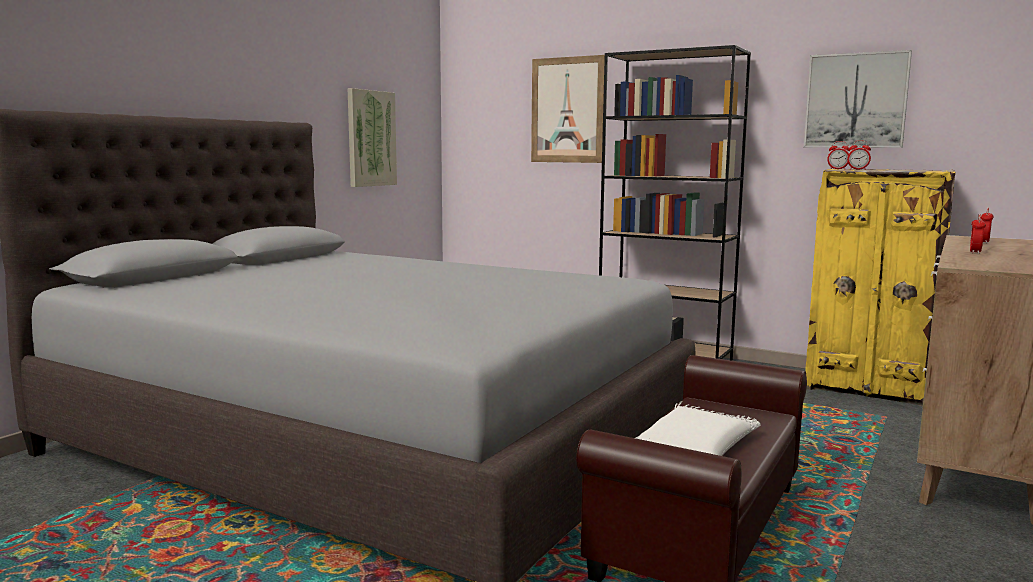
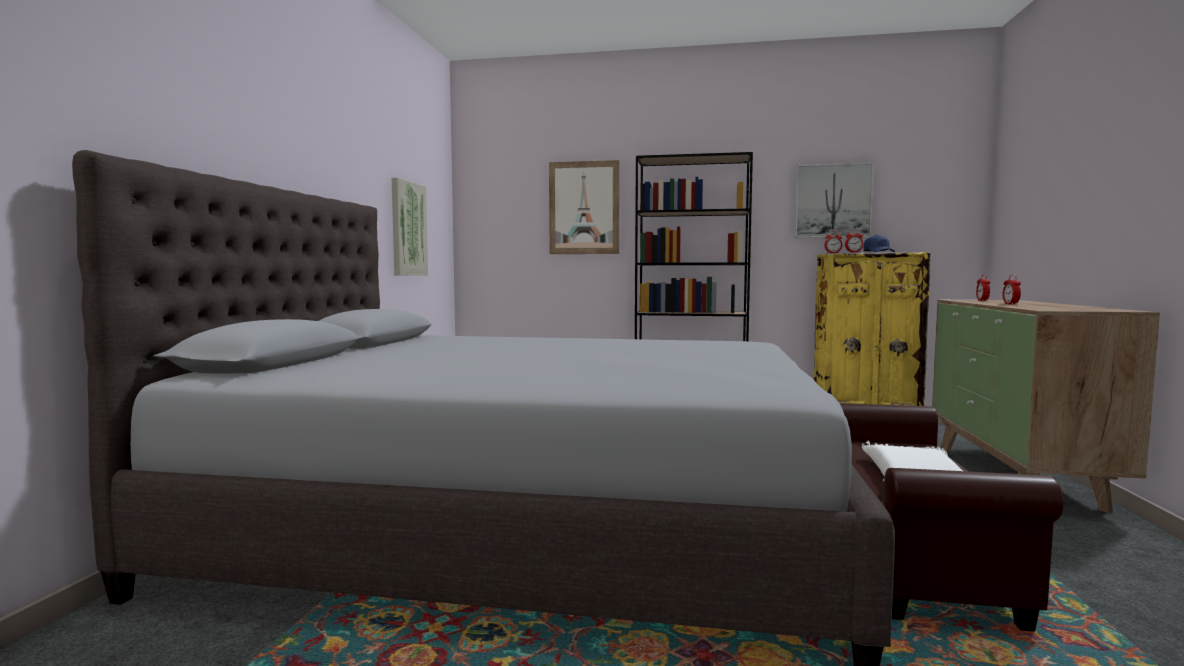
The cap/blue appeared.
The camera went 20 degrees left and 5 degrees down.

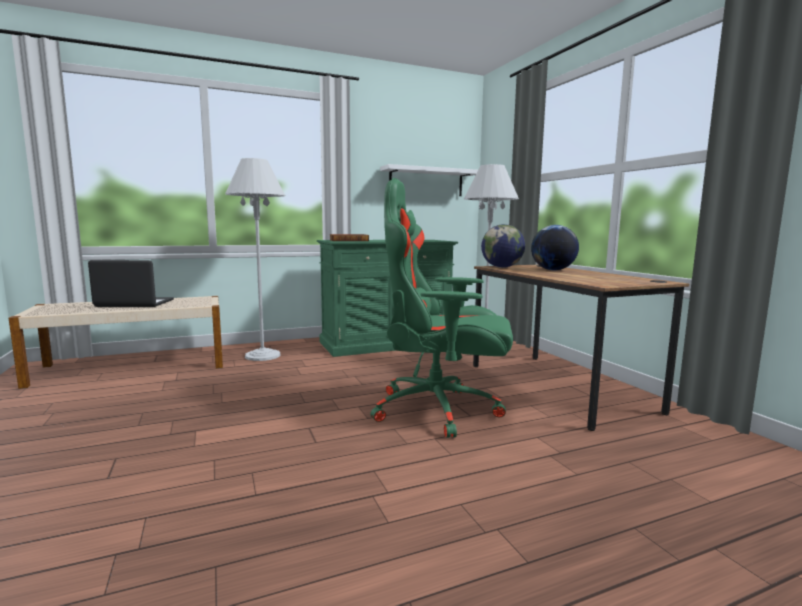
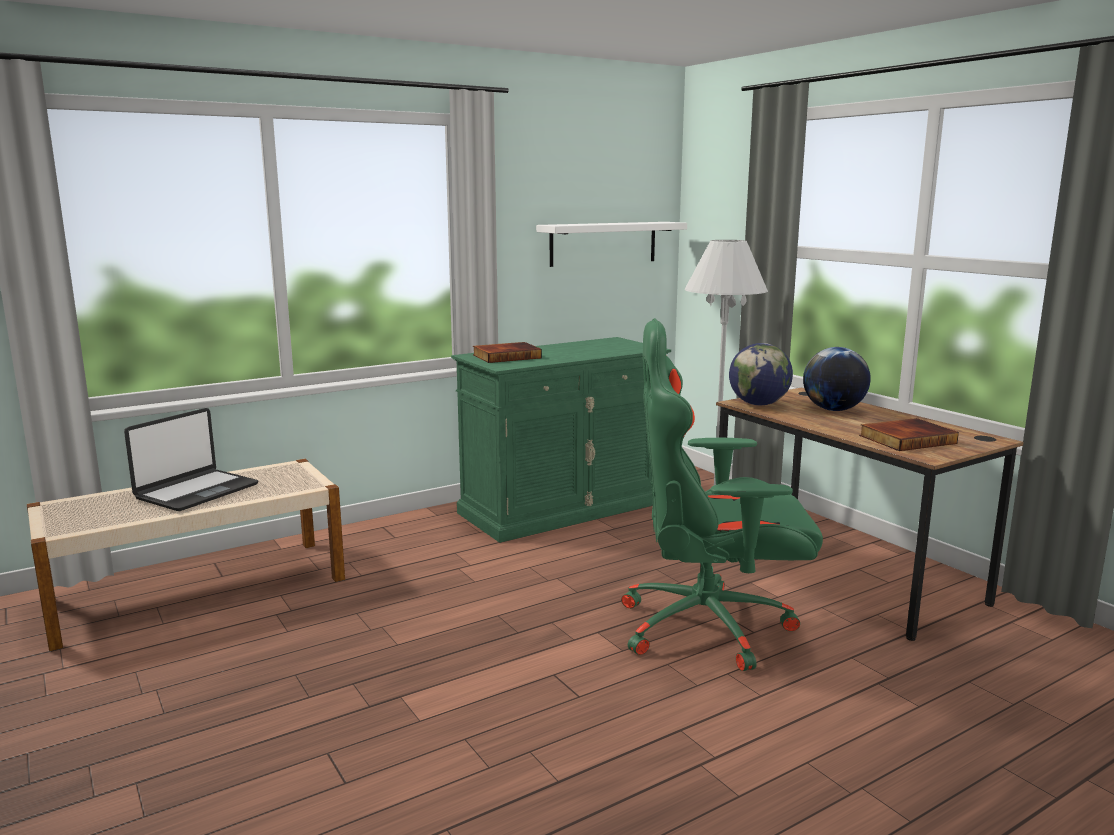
The laptop turned 135 degrees clockwise.
The floor lamp/white (1st from left) disappeared.
The book (2nd from left) appeared.
The camera went 10 degrees left and 5 degrees up.

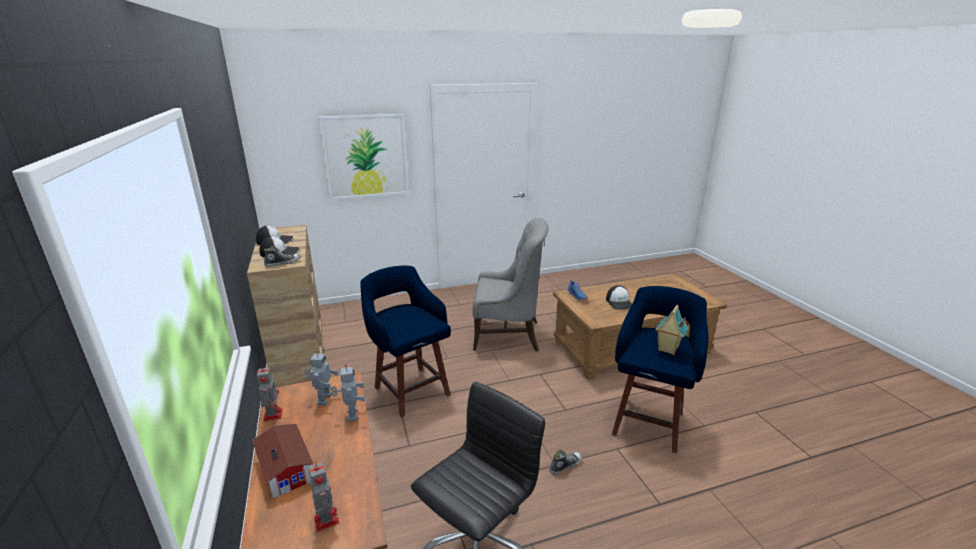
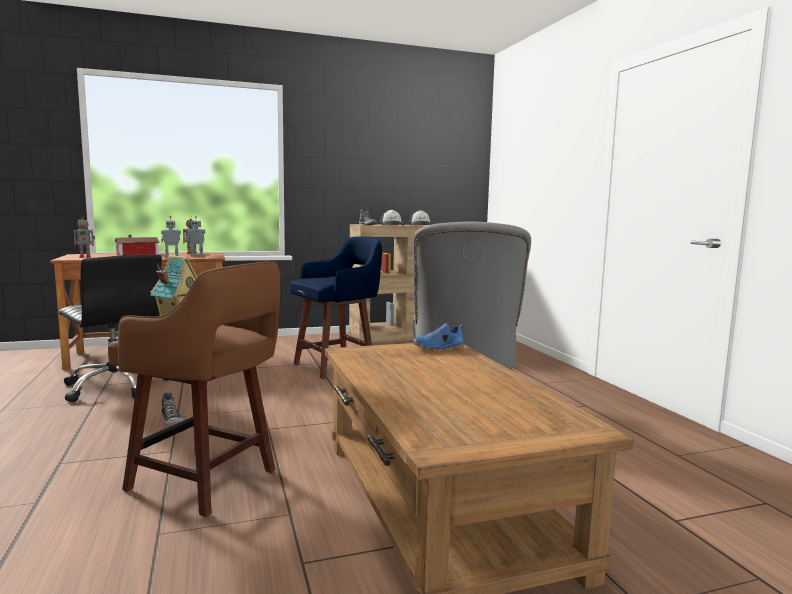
The picture disappeared.
The cap (3rd from left) disappeared.
The stool/blue (2nd from left) became the stool/brown.
The camera went 90 degrees right and 15 degrees down.

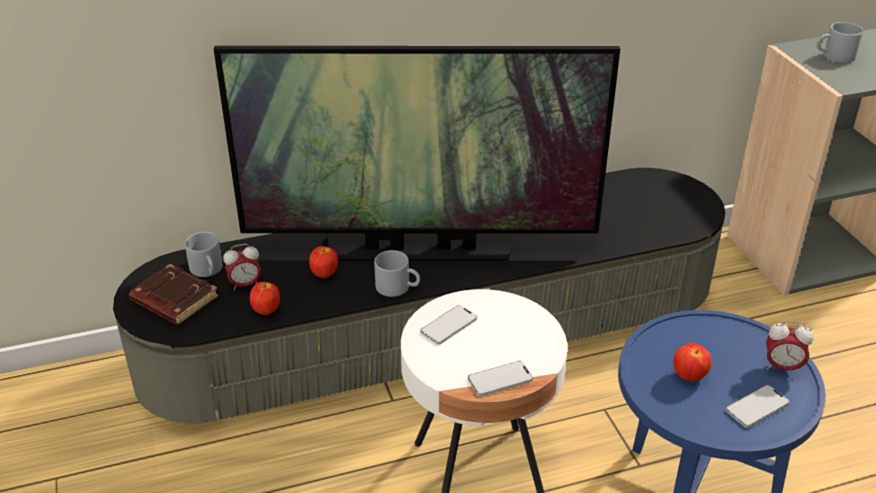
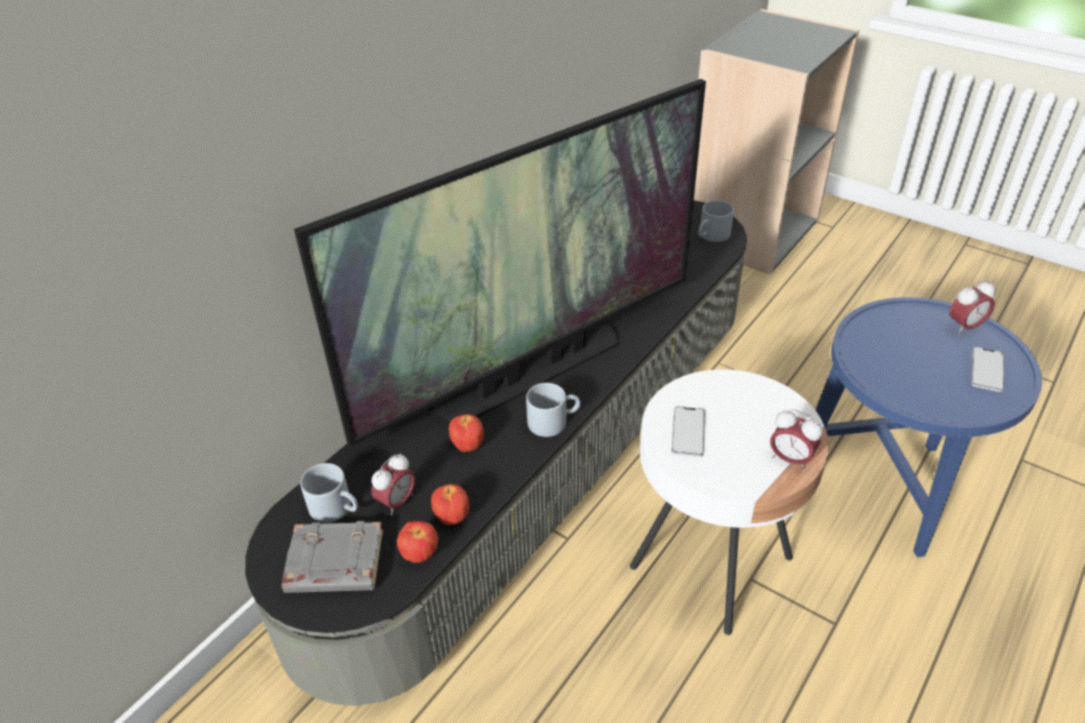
The book/brown became the book/grey.
The phone (2nd from left) was replaced by the alarm clock (2nd from left).
The apple (3rd from left in the first image) moved.
The mug/grey (3rd from left) moved.
The camera went 35 degrees left and 5 degrees up.

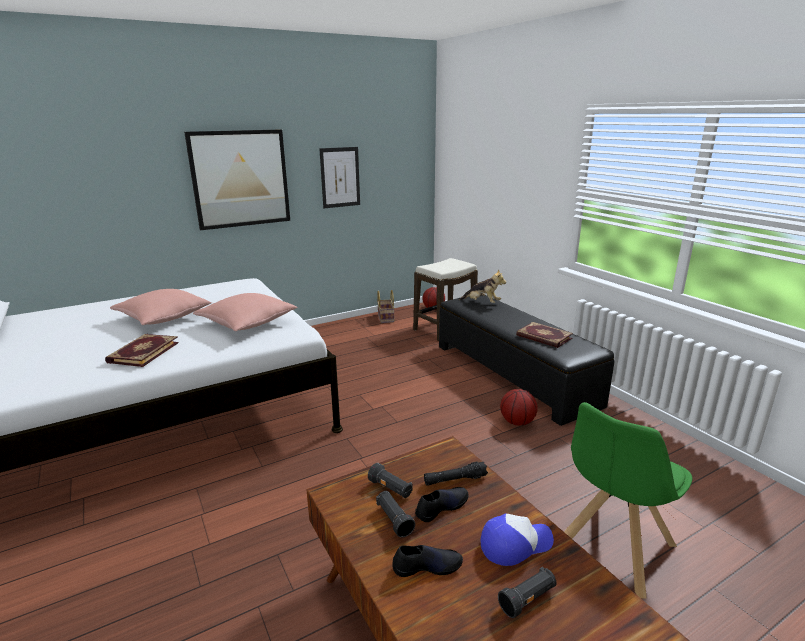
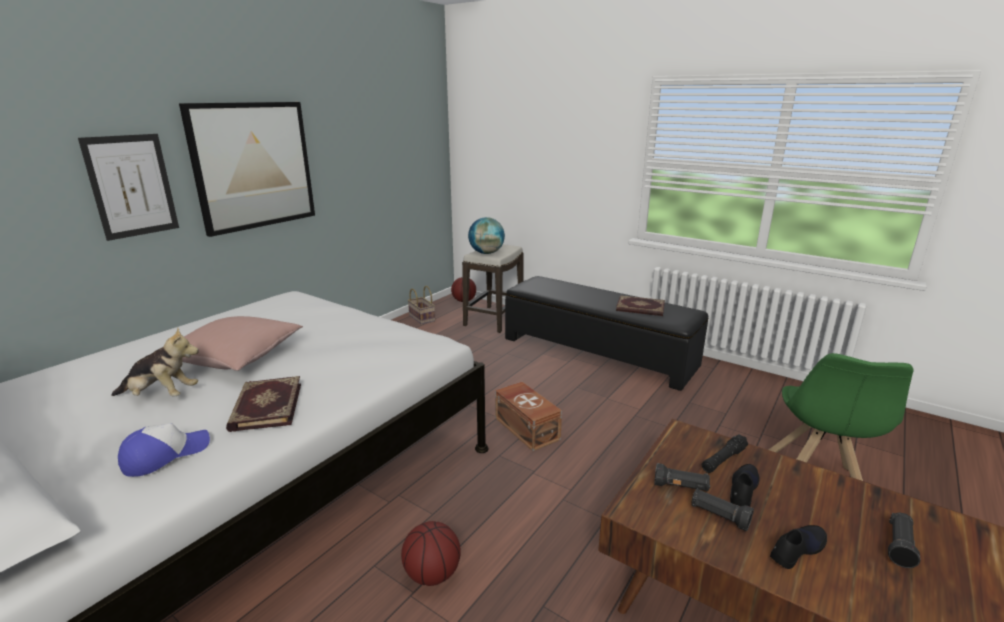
The pillow/pink (2nd from left) disappeared.
The picture (2nd from left in the first image) moved.
The plush toy moved.
The cap moved.
The basketball (2nd from left in the first image) moved.
The globe appeared.
The storage box/brown appeared.
The camera went 25 degrees left and 0 degrees up.

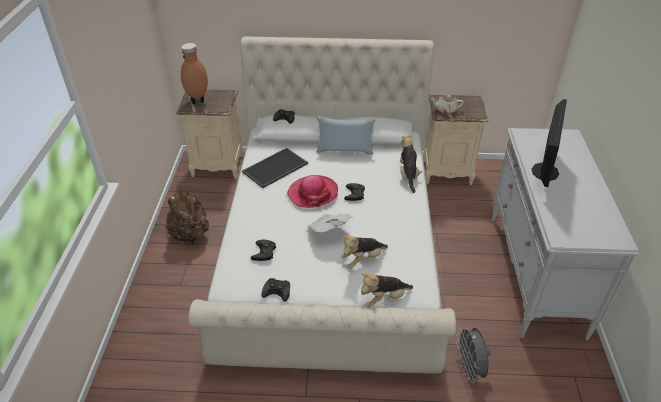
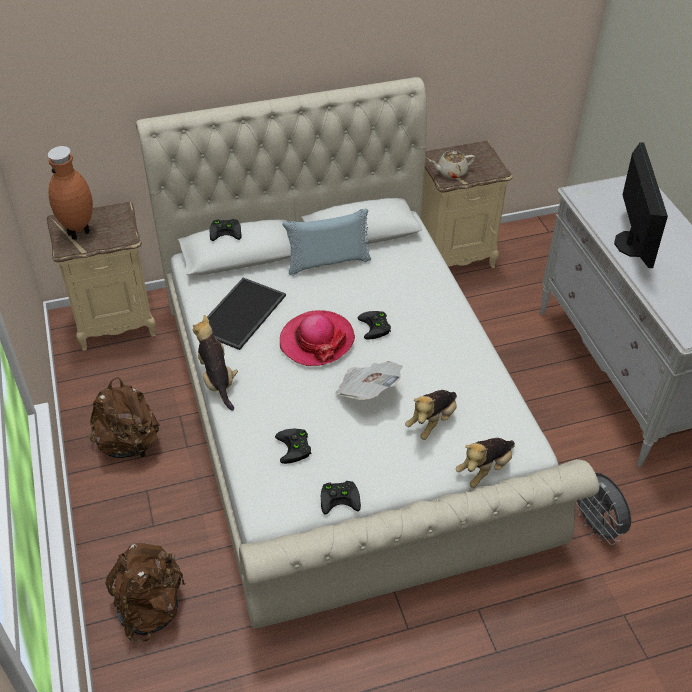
The plush toy (3rd from left in the first image) moved.
The backpack/brown (2nd from left) appeared.
The camera went 20 degrees left and 5 degrees up.

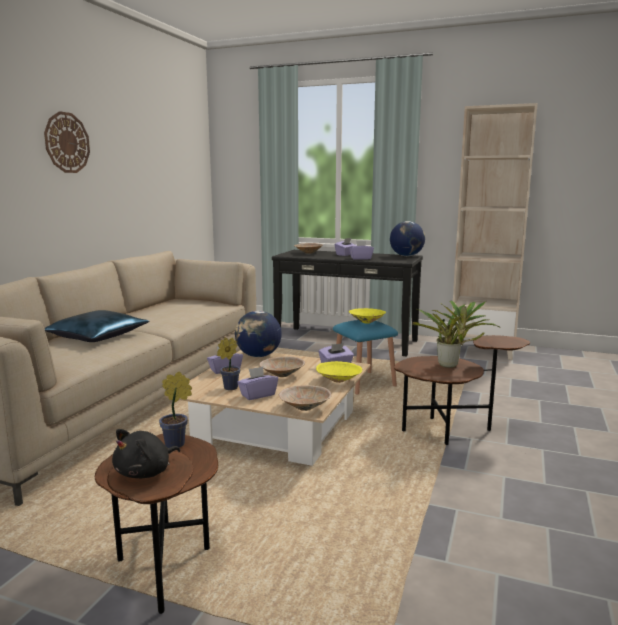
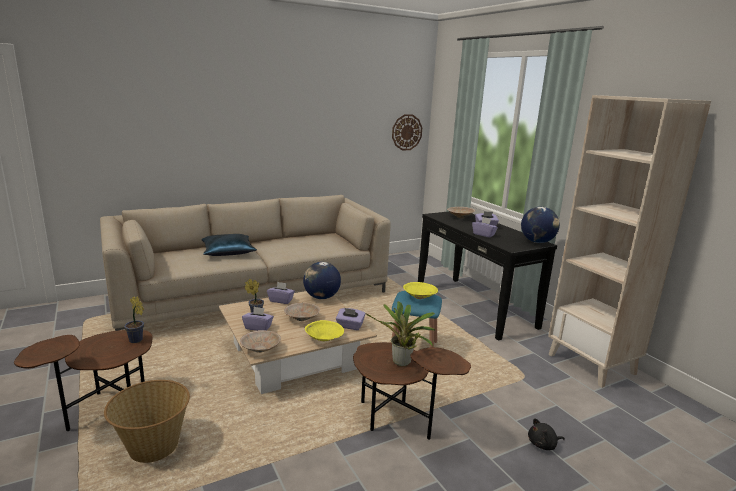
The wall clock moved.
The plush toy/black moved.
The basket appeared.
The camera went 40 degrees right and 5 degrees up.

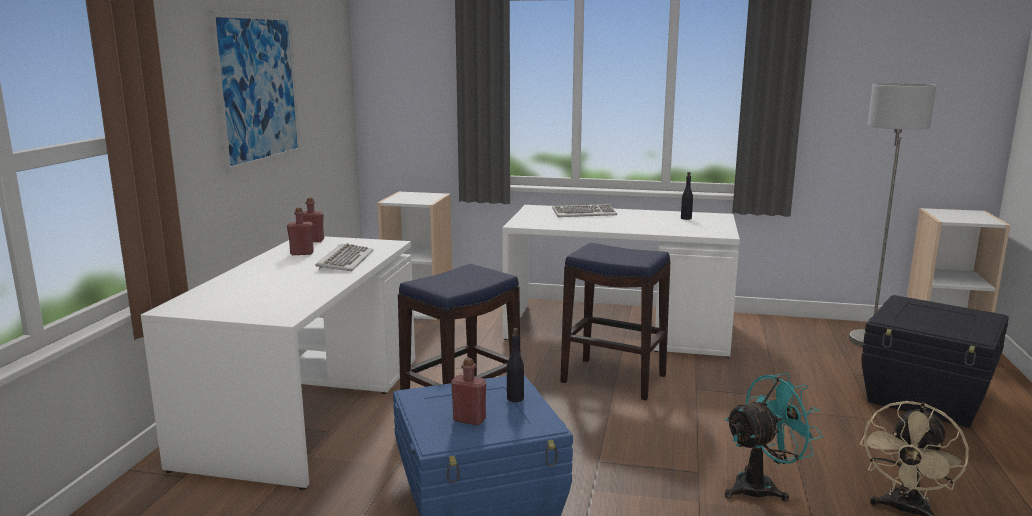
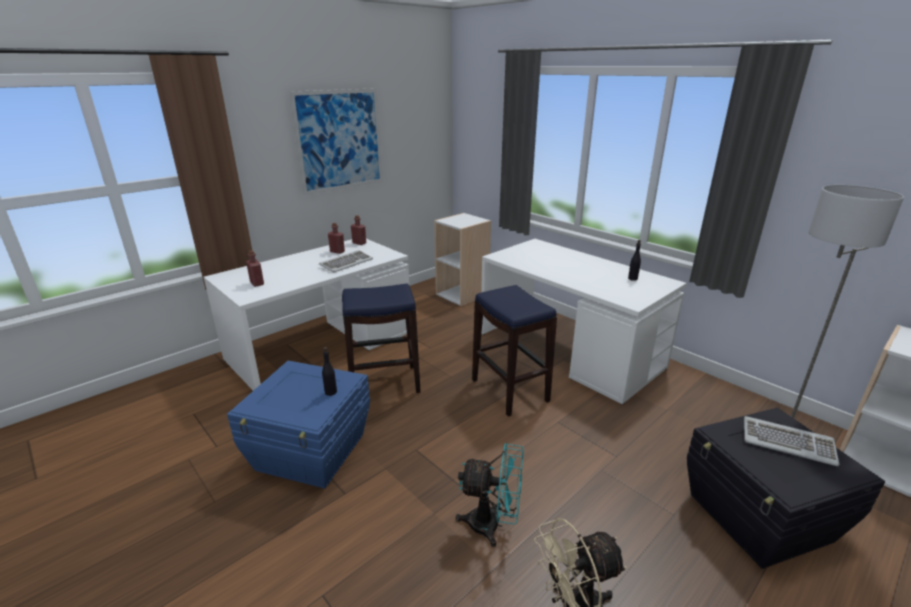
The bottle/red (3rd from left in the first image) moved.
The keyboard (2nd from left) moved.
The camera went 35 degrees right and 10 degrees up.

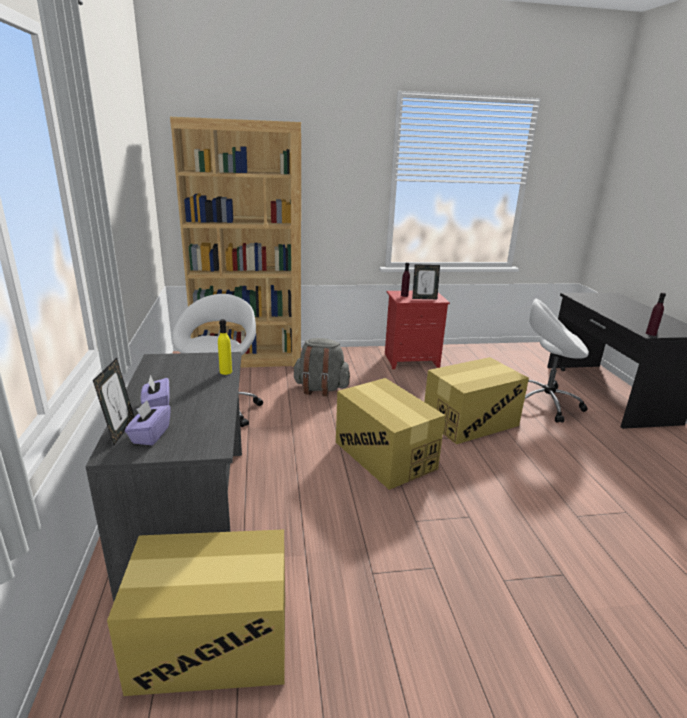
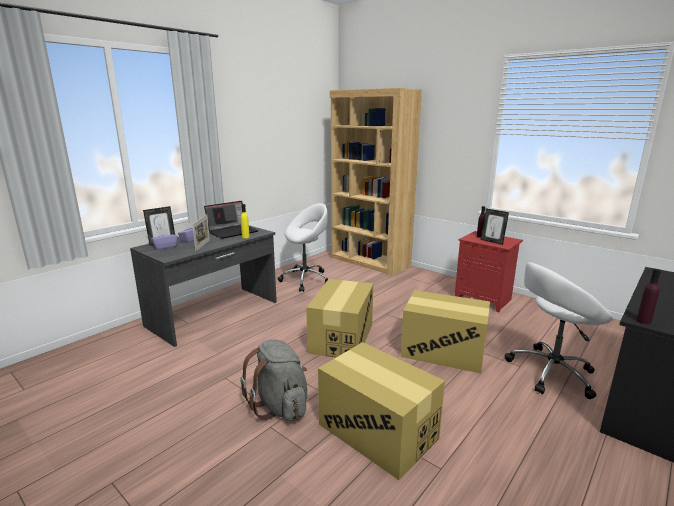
The cardboard box (1st from left in the first image) moved.
The backpack/grey moved.
The office chair/white (2nd from left) turned 75 degrees counterclockwise.
The picture frame (2nd from left) appeared.
The laptop appeared.
The camera went 50 degrees right and 5 degrees down.

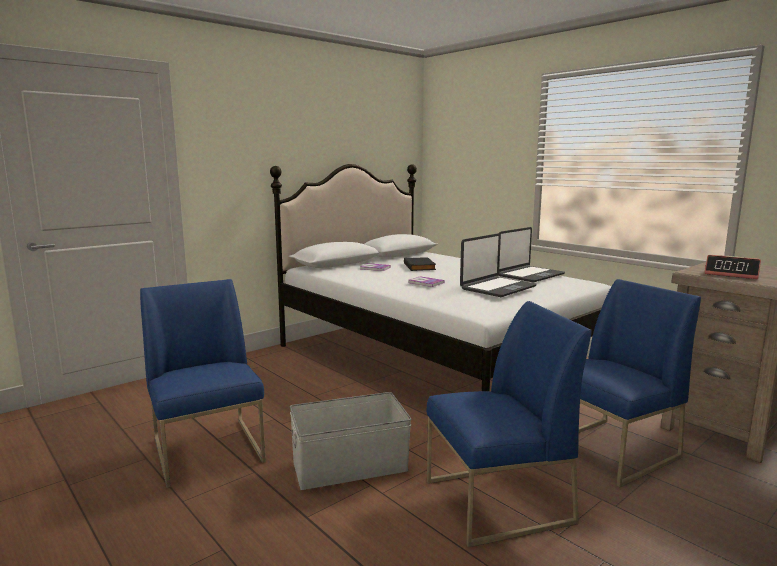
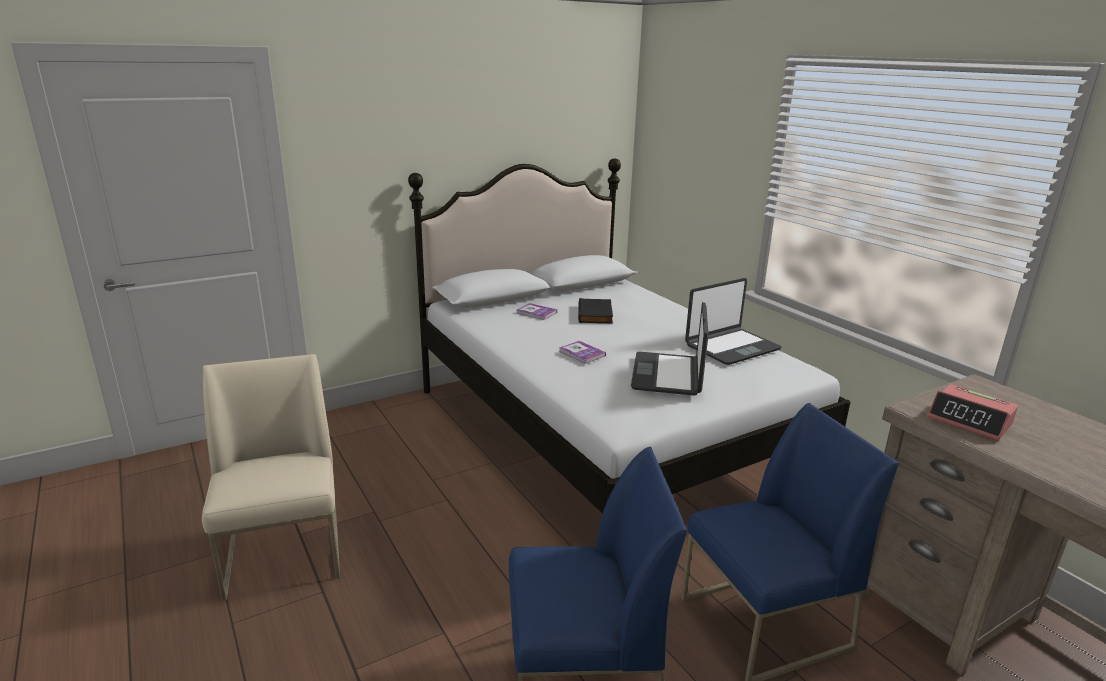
The chair/blue (1st from left) became the chair/beige.
The storage box/grey disappeared.
The laptop (1st from left) turned 135 degrees clockwise.
The camera went 10 degrees right and 10 degrees up.

